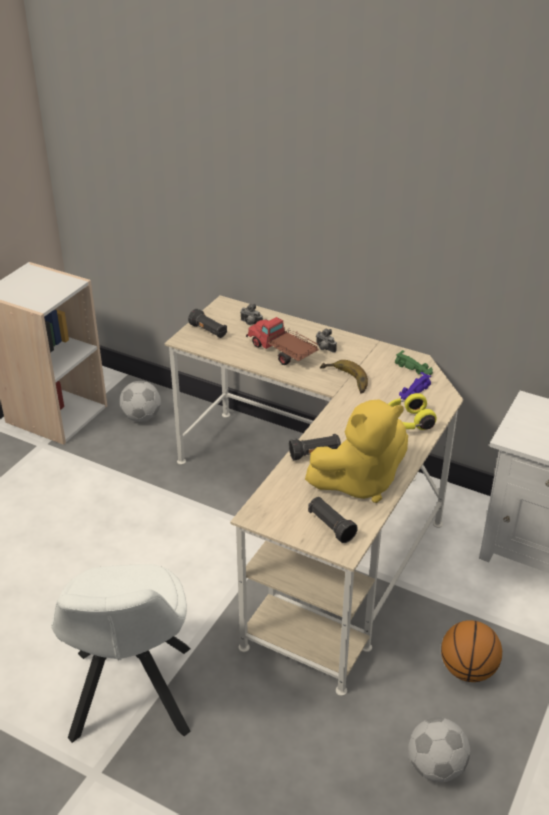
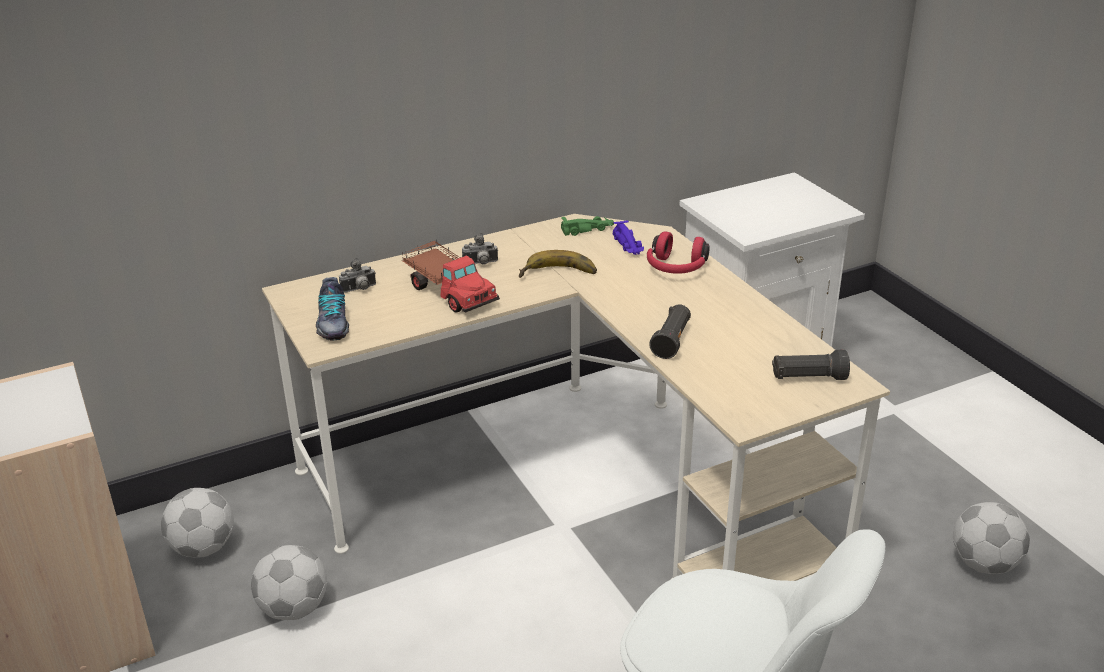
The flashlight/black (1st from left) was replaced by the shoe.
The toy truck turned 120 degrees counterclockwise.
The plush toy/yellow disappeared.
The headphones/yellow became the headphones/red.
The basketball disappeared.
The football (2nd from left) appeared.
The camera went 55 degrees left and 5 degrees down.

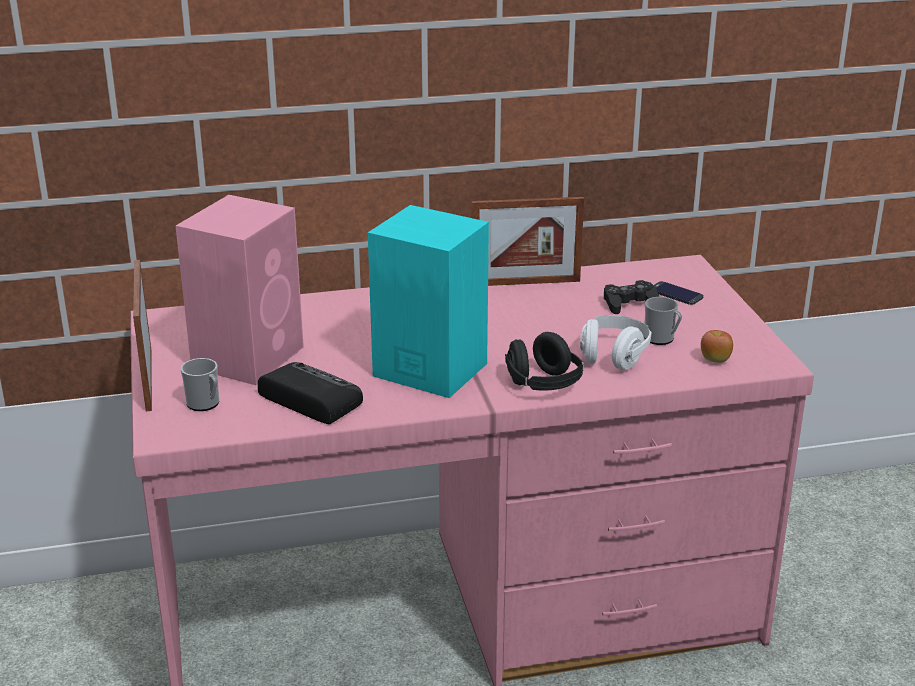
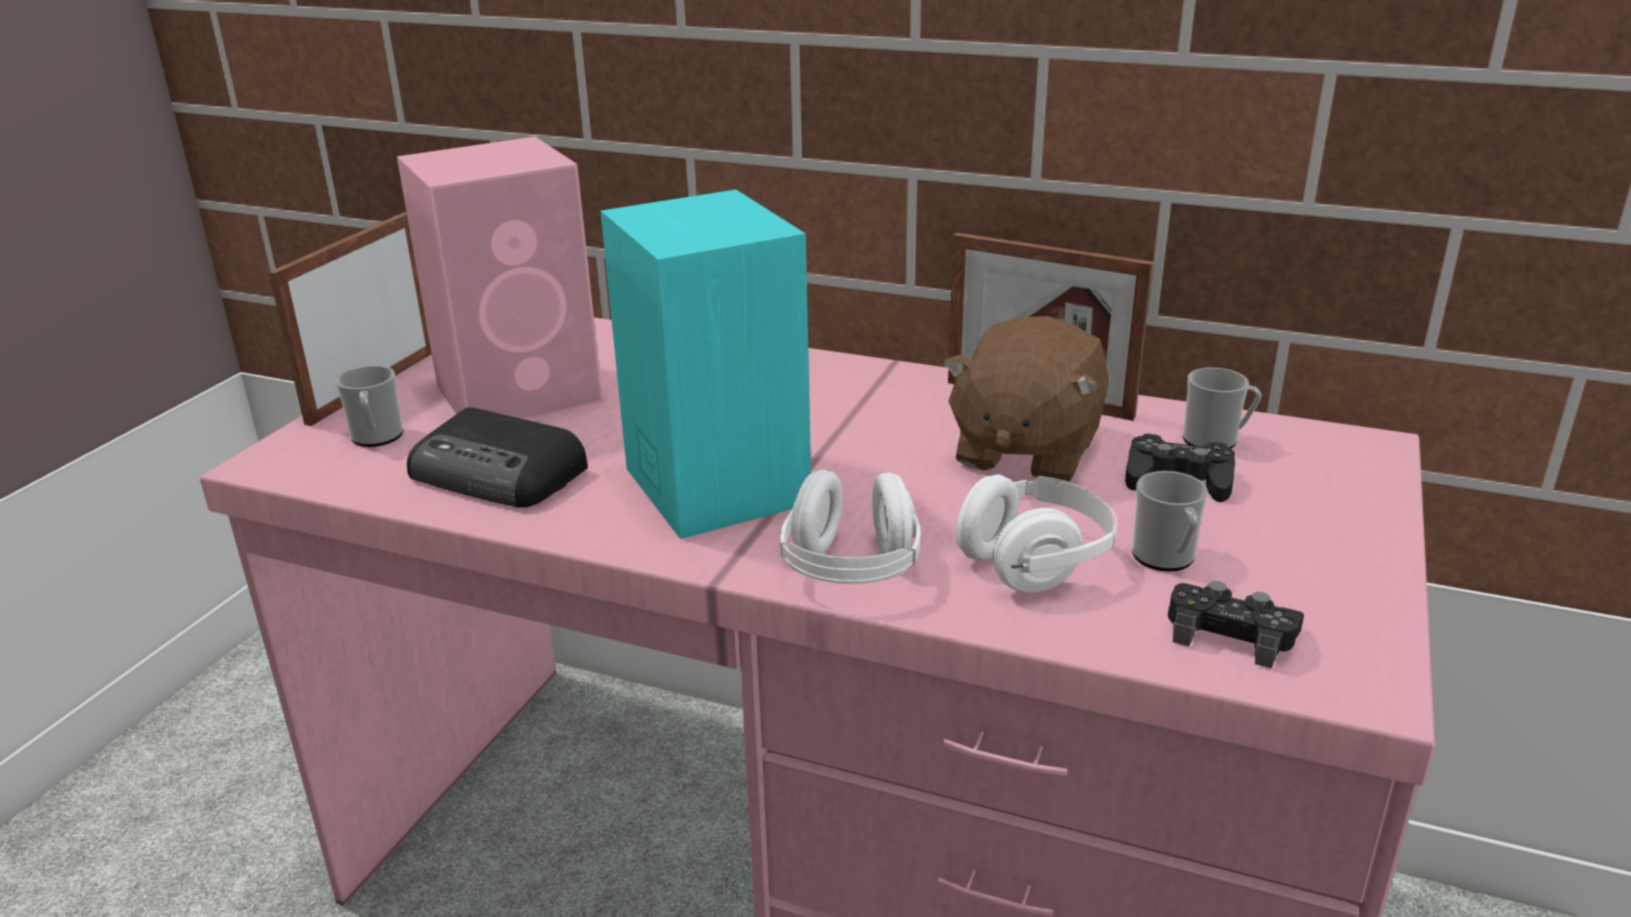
The radio turned 135 degrees clockwise.
The headphones/black became the headphones/white (1st from left).
The phone disappeared.
The apple was replaced by the game controller/black (2nd from left).
The plush toy/brown appeared.
The mug (3rd from left) appeared.
The camera went 35 degrees right and 0 degrees up.

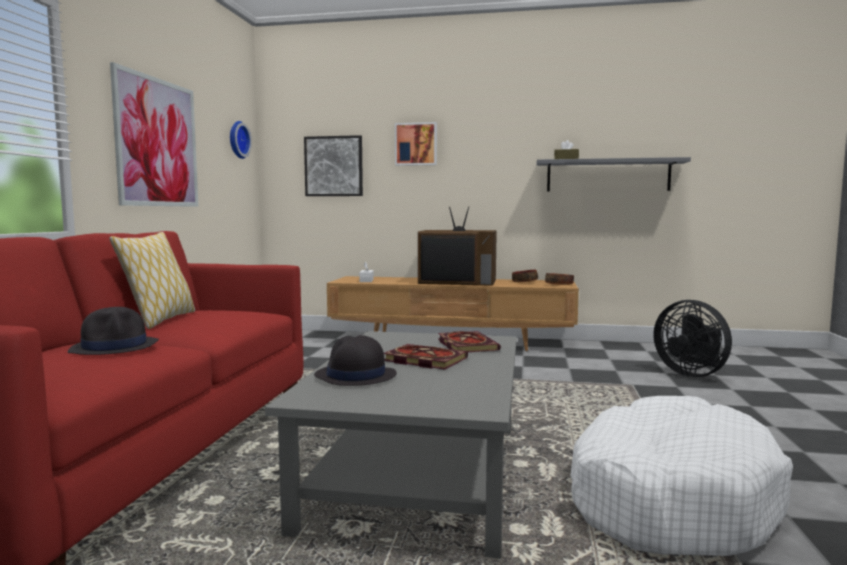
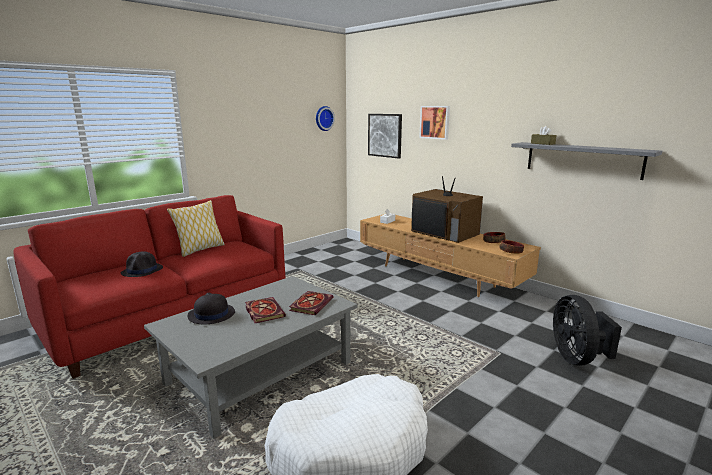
The picture (1st from left) disappeared.
The camera went 35 degrees right and 10 degrees up.

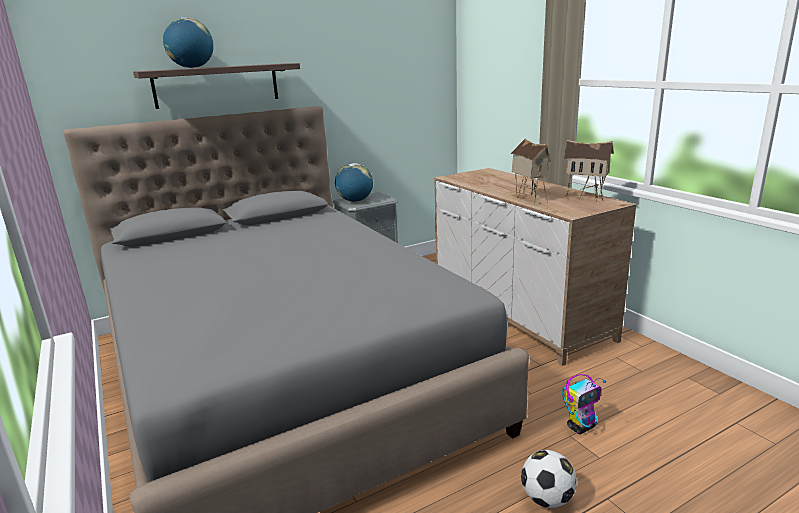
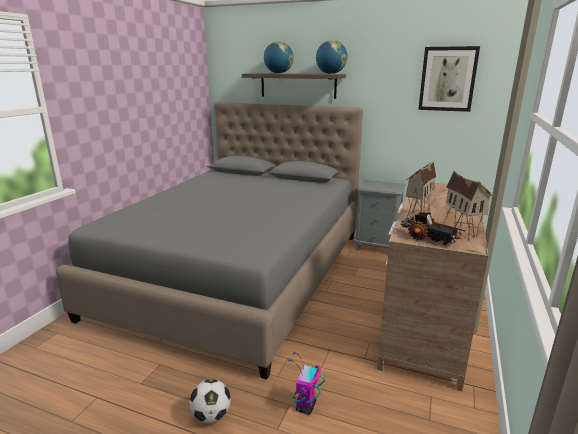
The globe (2nd from left) moved.
The toy robot turned 90 degrees clockwise.
The toy truck appeared.
The picture appeared.
The camera went 50 degrees right and 0 degrees up.

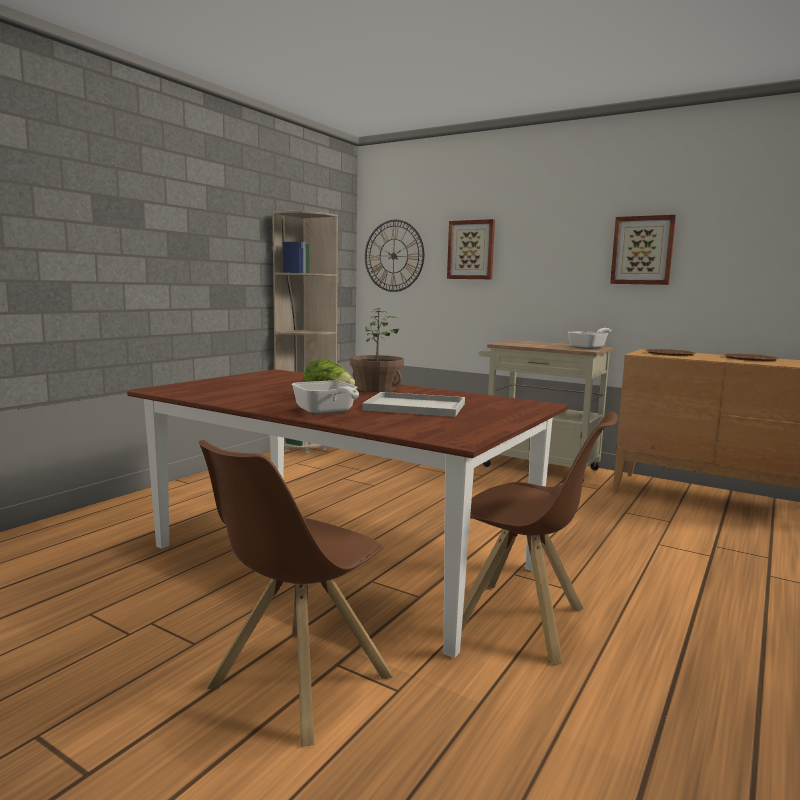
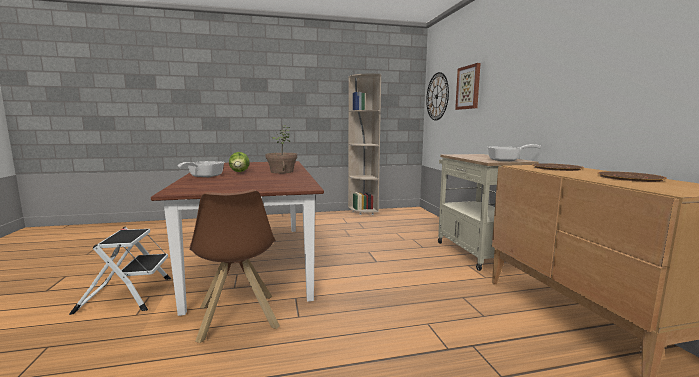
The chair/brown (1st from left) was replaced by the step ladder.
The tray/white disappeared.
The picture (2nd from left) disappeared.
The camera went 45 degrees right and 0 degrees up.

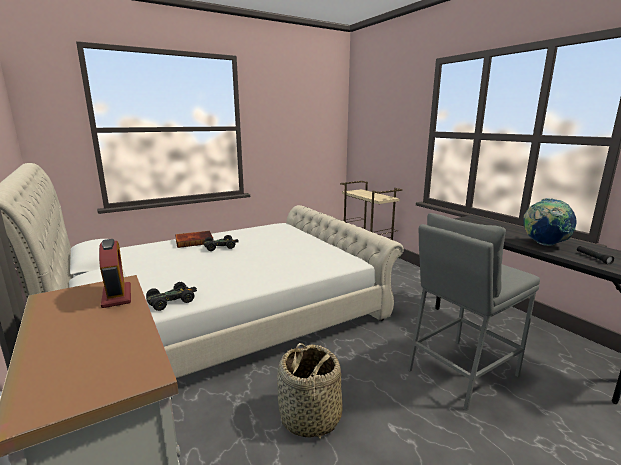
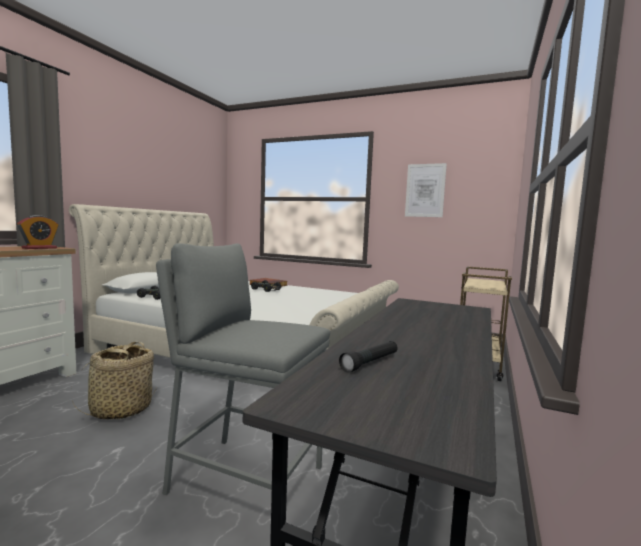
The globe disappeared.
The picture appeared.
The camera went 55 degrees right and 10 degrees down.

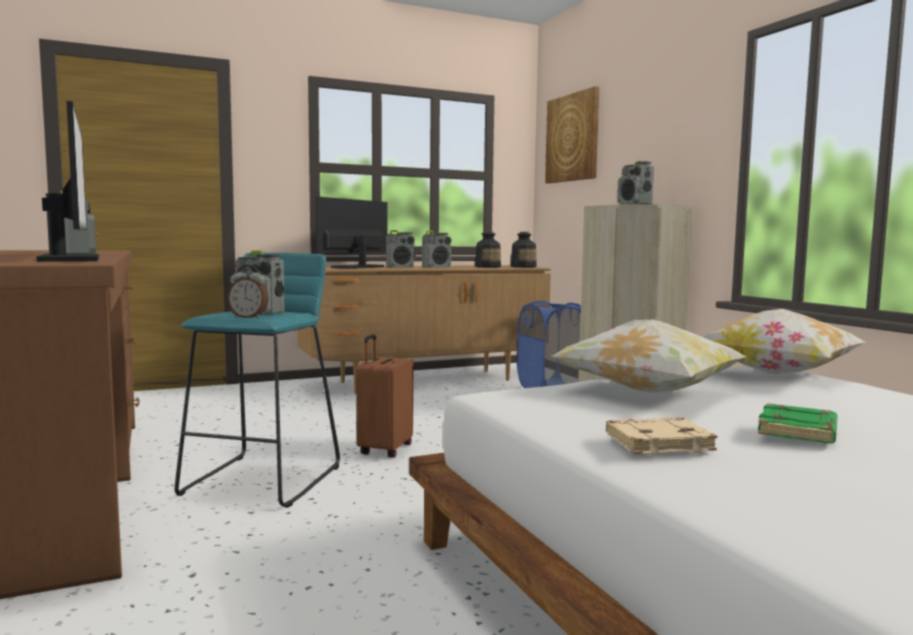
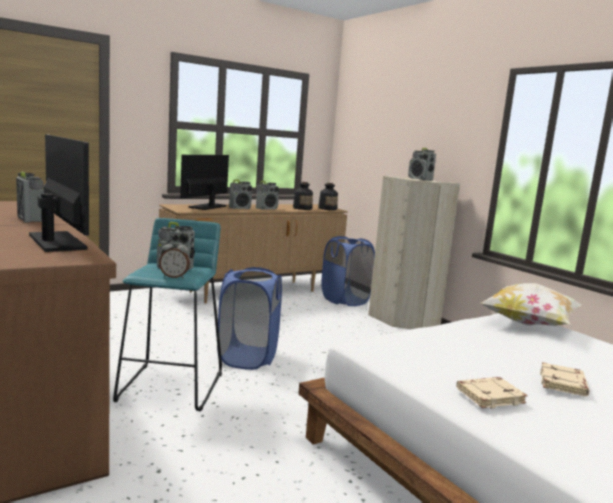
The suitcase/brown was replaced by the laundry basket/blue (1st from left).
The picture disappeared.
The pillow (1st from left) disappeared.
The book/green became the book/beige (2nd from left).
The camera went 10 degrees left and 5 degrees up.

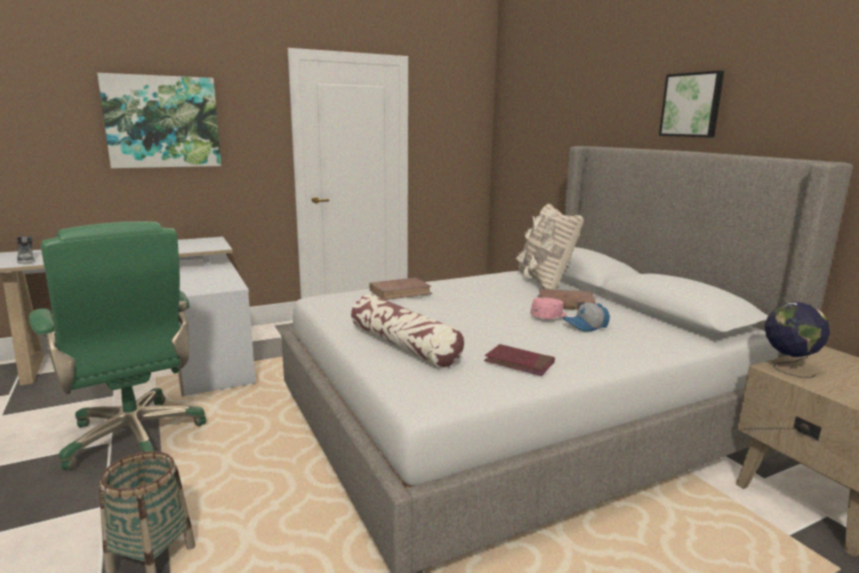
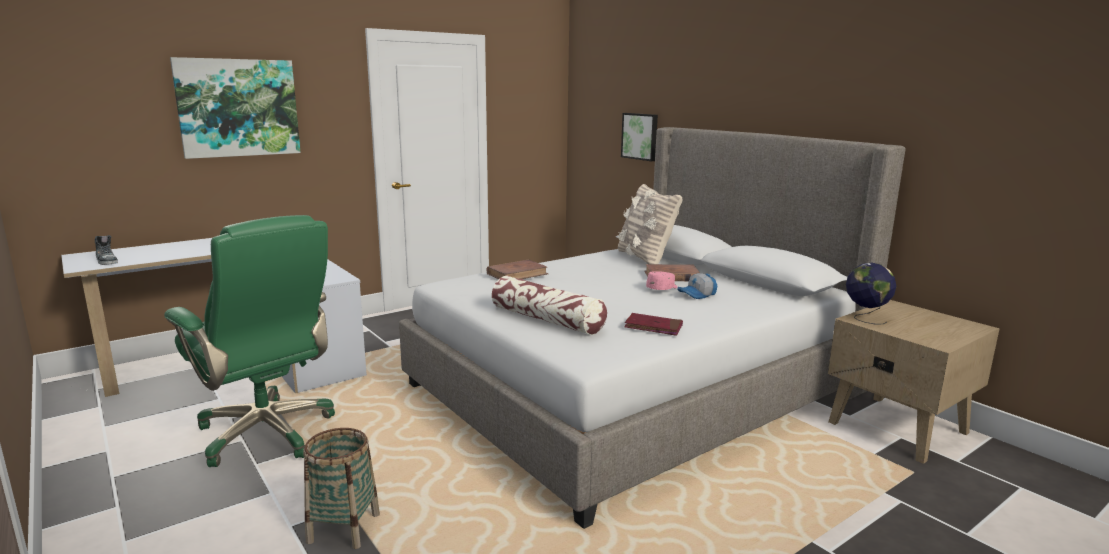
The picture (2nd from left) moved.
The camera went 10 degrees left and 0 degrees up.

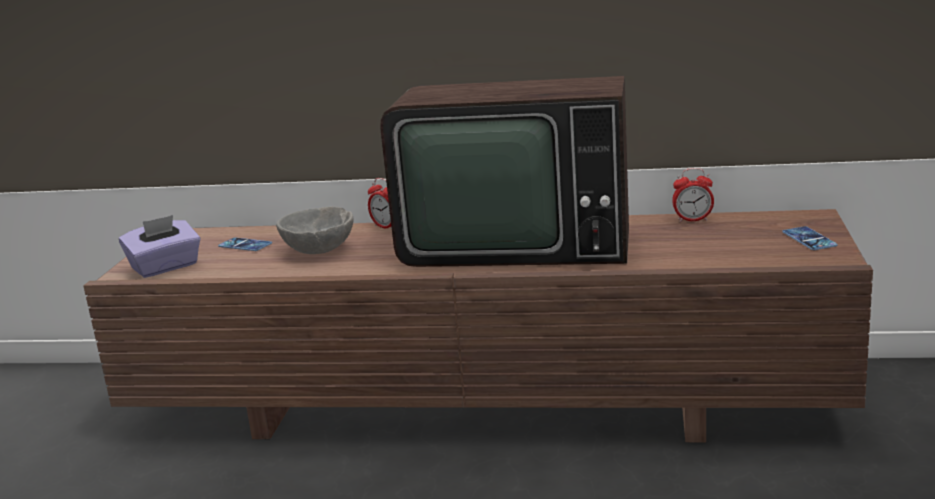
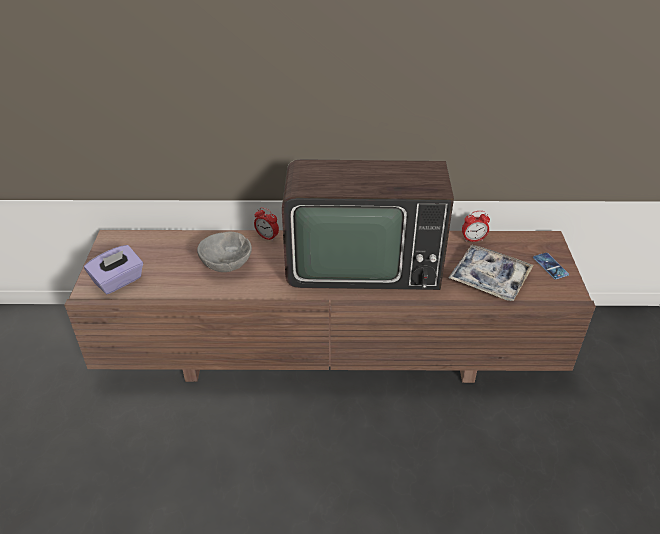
The phone (1st from left) disappeared.
The tray appeared.
The camera went 10 degrees left and 20 degrees up.

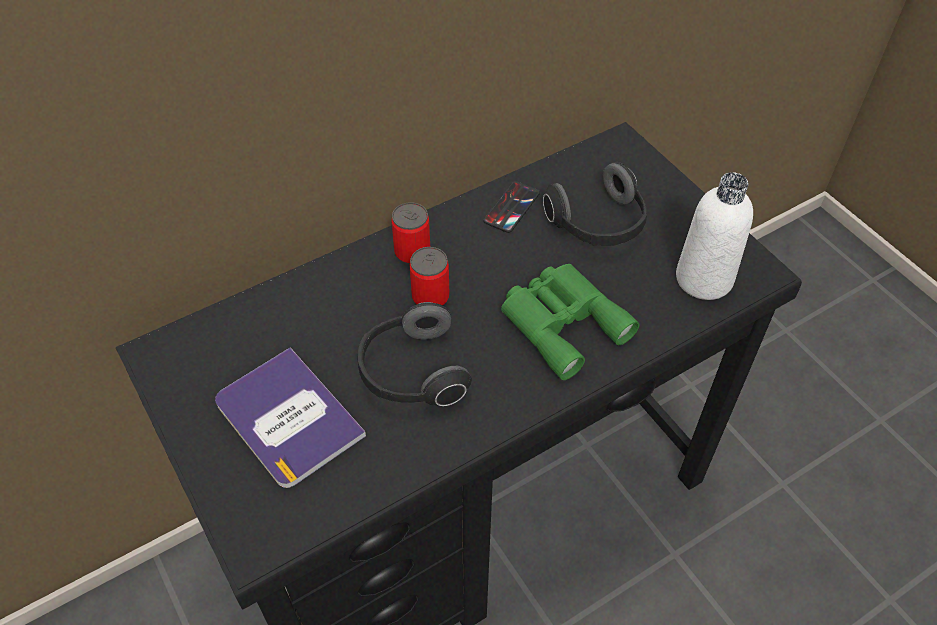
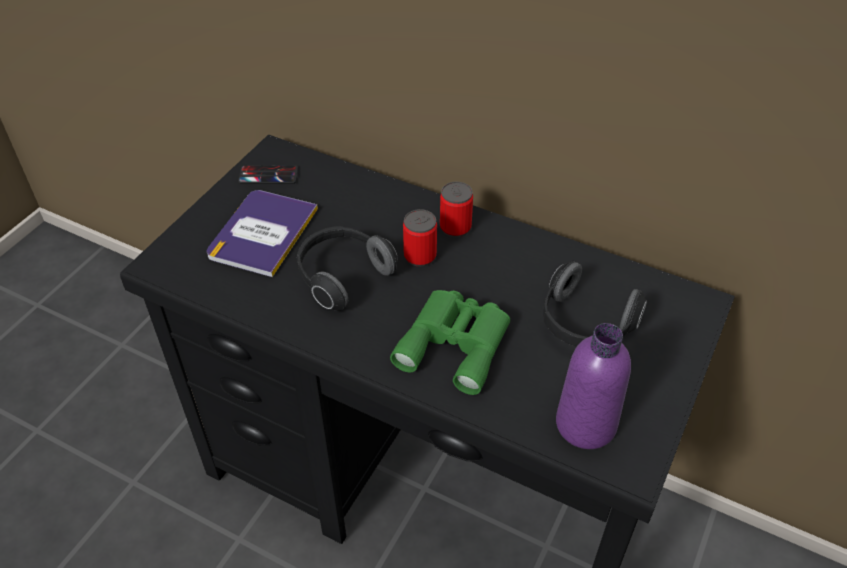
The phone moved.
The bottle/white became the bottle/purple.
The camera went 60 degrees right and 5 degrees down.

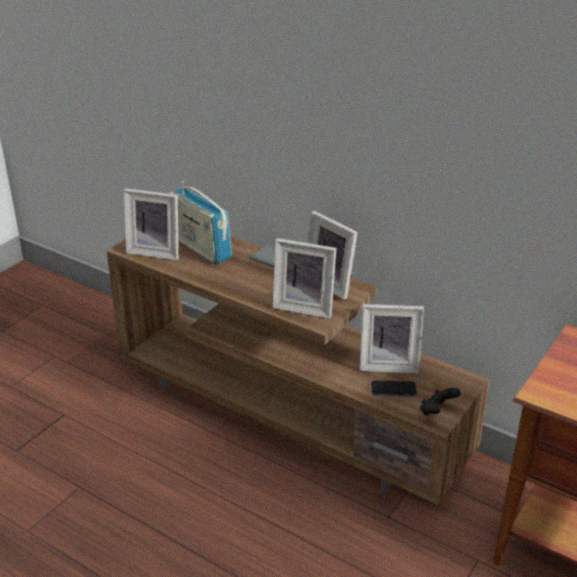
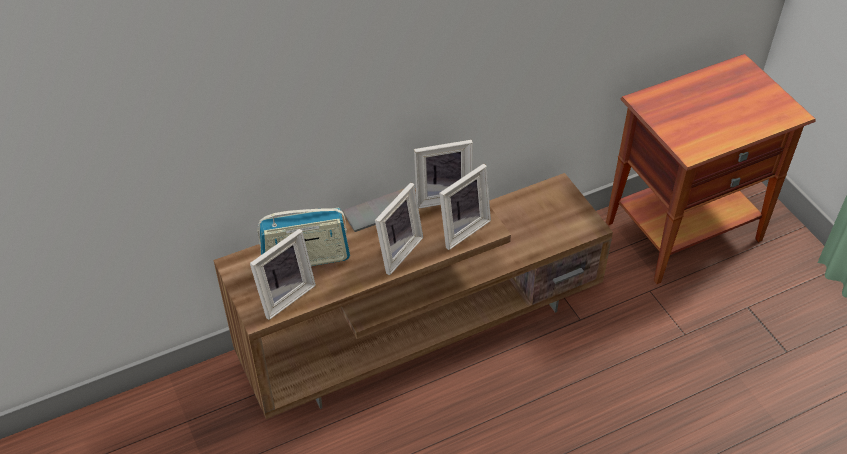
The picture frame (4th from left in the first image) moved.
The phone disappeared.
The game controller/black disappeared.
The camera went 60 degrees left and 15 degrees up.

